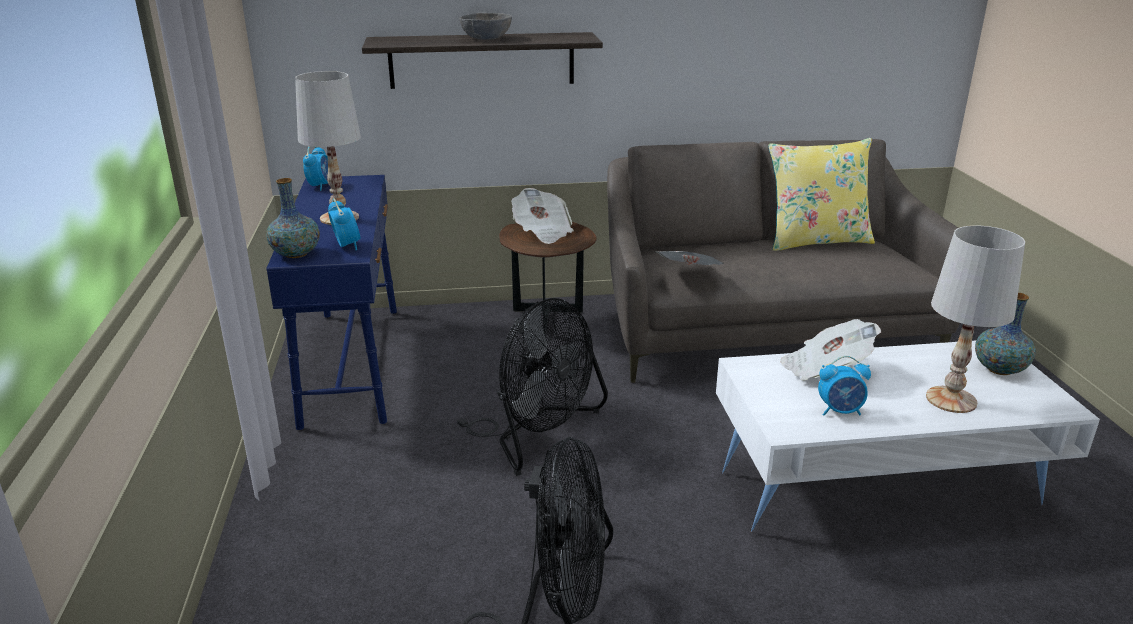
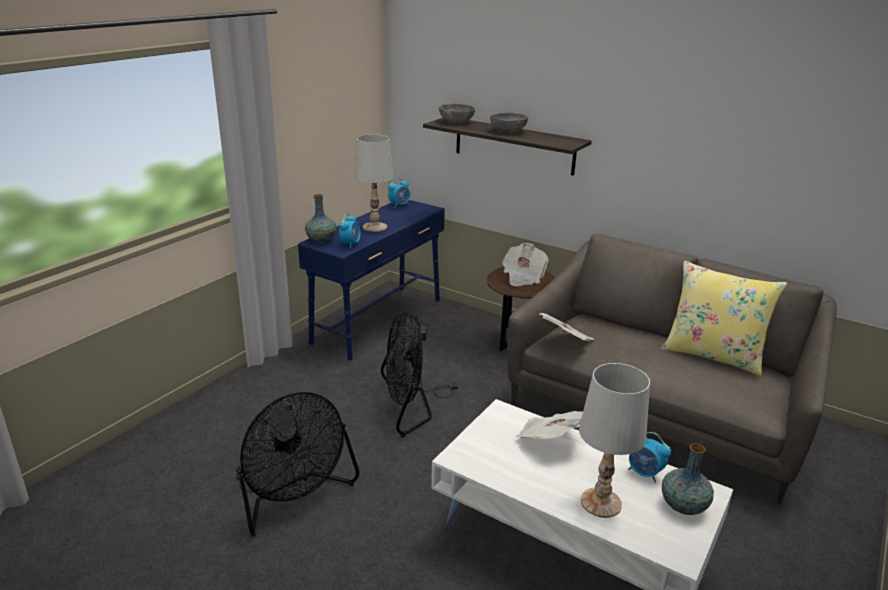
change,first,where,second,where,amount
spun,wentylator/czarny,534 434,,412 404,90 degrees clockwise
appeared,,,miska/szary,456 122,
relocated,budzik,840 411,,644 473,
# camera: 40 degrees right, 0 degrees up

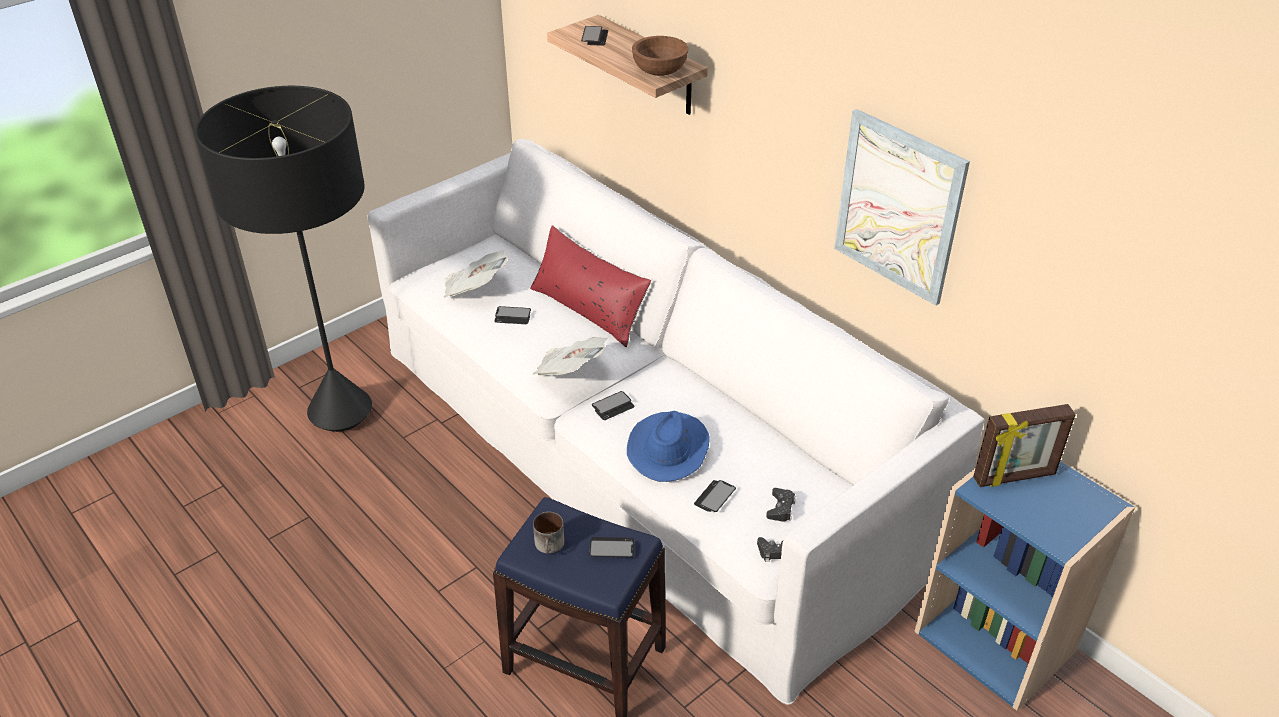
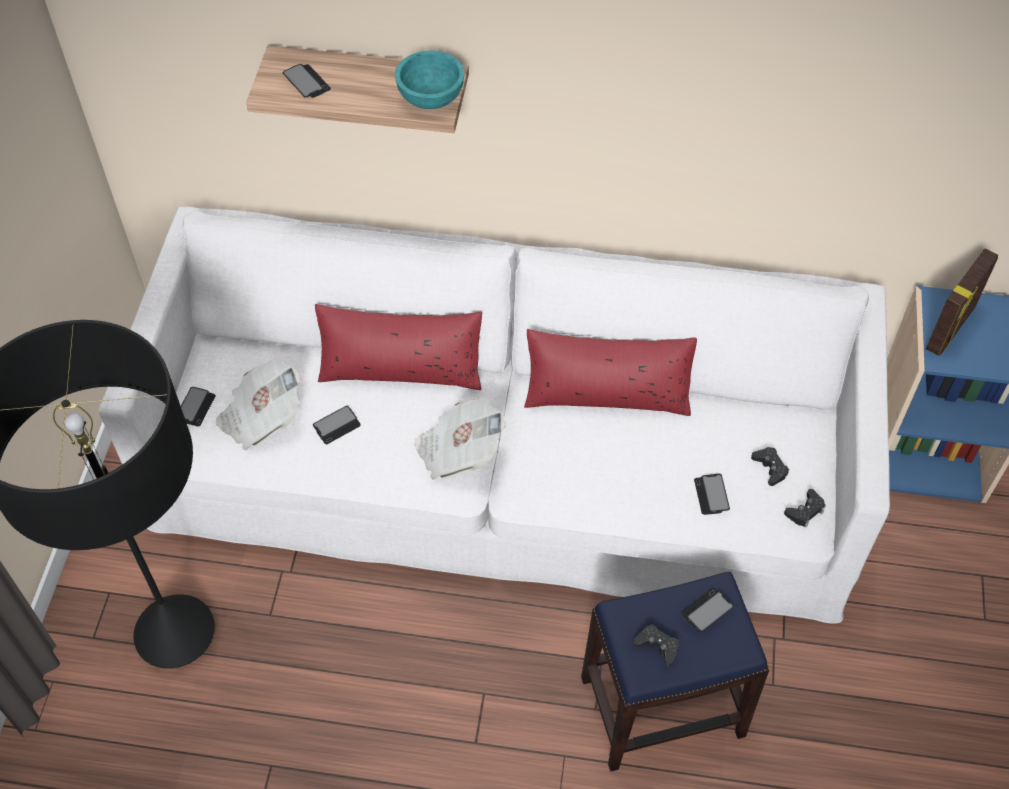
change,first,where,second,where,amount
relocated,telefon,613 406,,195 407,
colour,miska/brązowy,659 71,miska/turkusowy,430 98,
appeared,,,poduszka/czerwony,607 394,
exchanged,kubek,550 545,pad do gier/czarny,657 646,
missing,kapelusz/niebieski,668 448,,,
missing,obraz,898 207,,,
# camera: 40 degrees left, 15 degrees up

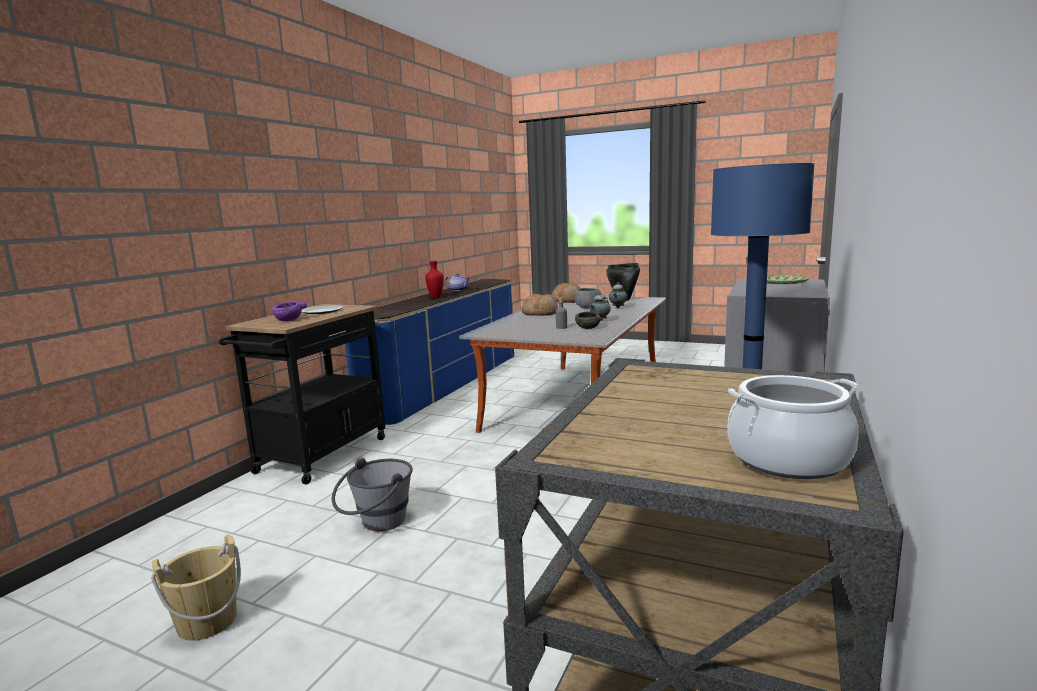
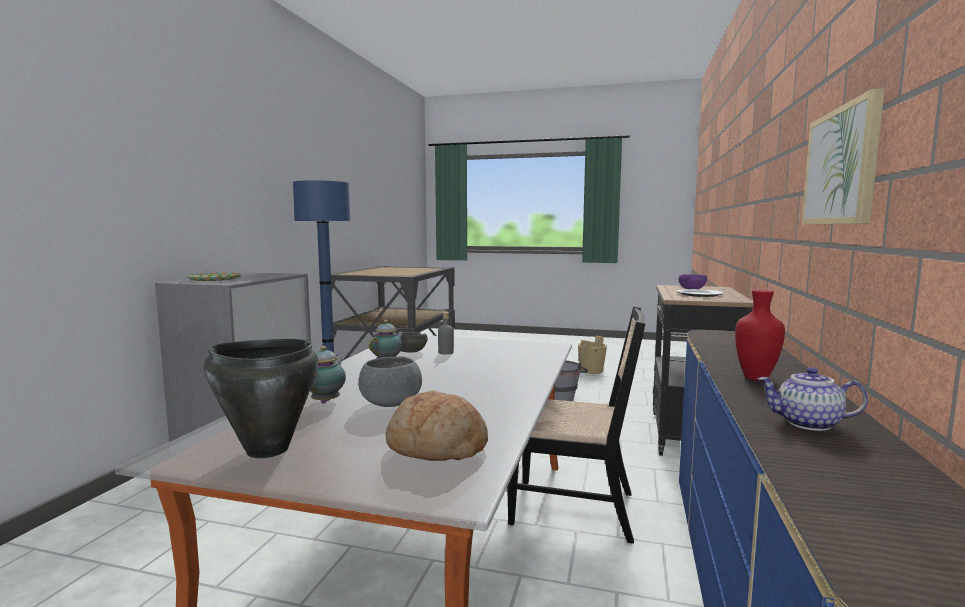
change,first,where,second,where,amount
appeared,,,krzesło,573 509,
appeared,,,obraz,841 167,
missing,chleb,540 313,,,
missing,garnek,787 459,,,
# camera: 170 degrees right, 5 degrees down

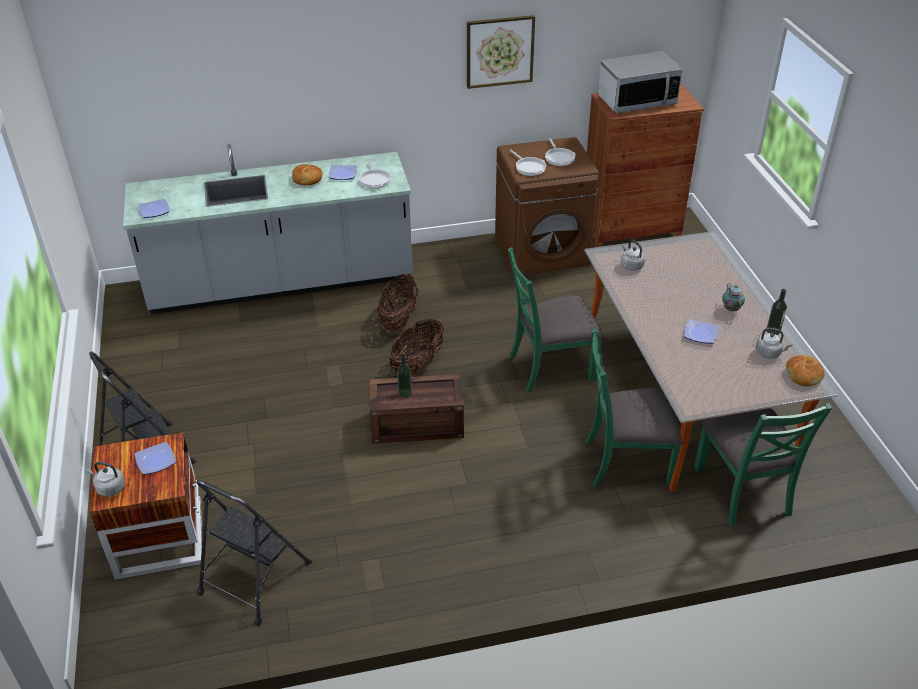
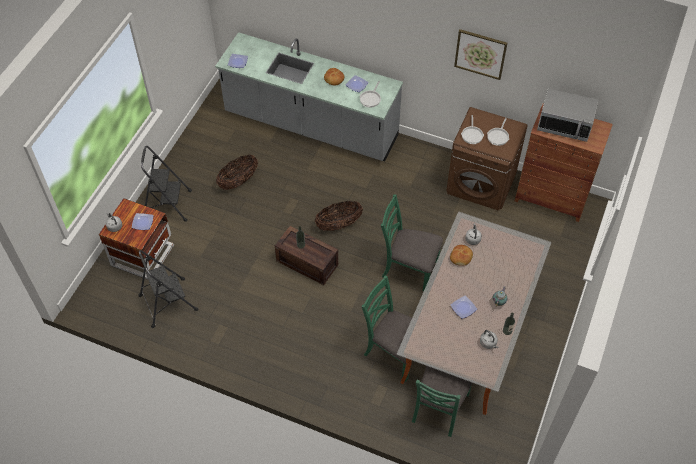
change,first,where,second,where,amount
relocated,koszyk,399 319,,238 181,
relocated,chleb,803 375,,461 257,
# camera: 35 degrees right, 15 degrees up

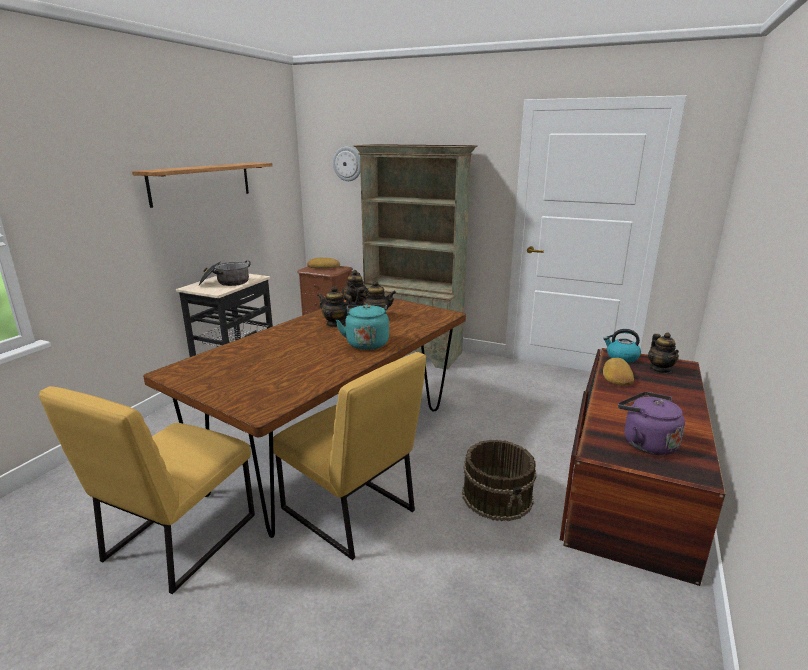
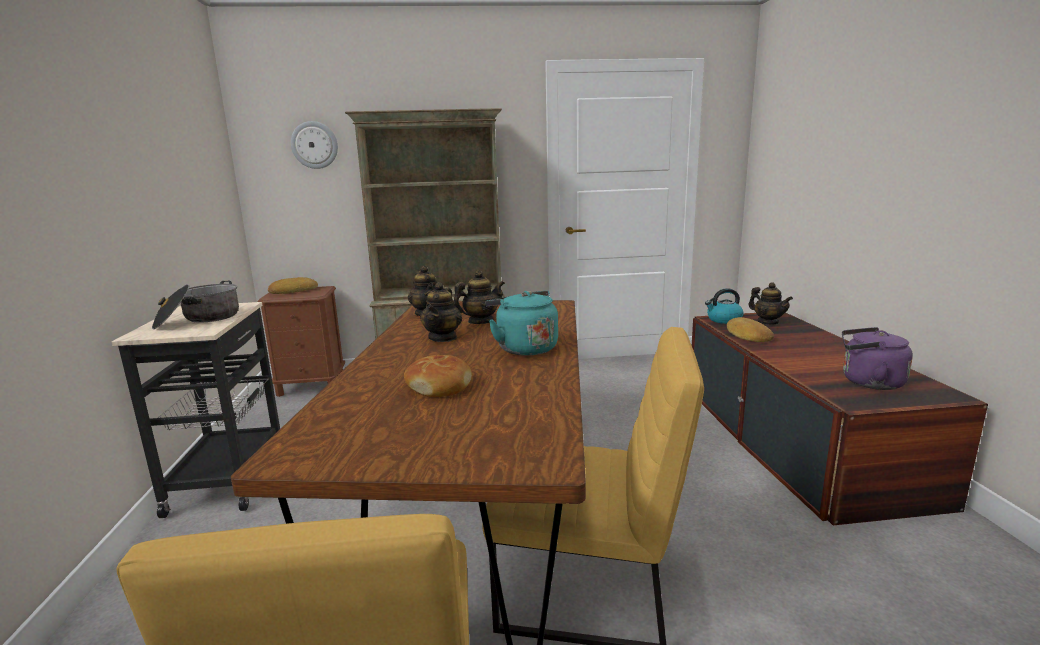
change,first,where,second,where,amount
appeared,,,chleb,439 386,
spun,imbryk,336 324,,443 338,75 degrees counterclockwise
missing,półka,202 183,,,
missing,wiadro/brązowy,498 496,,,
# camera: 30 degrees left, 5 degrees down

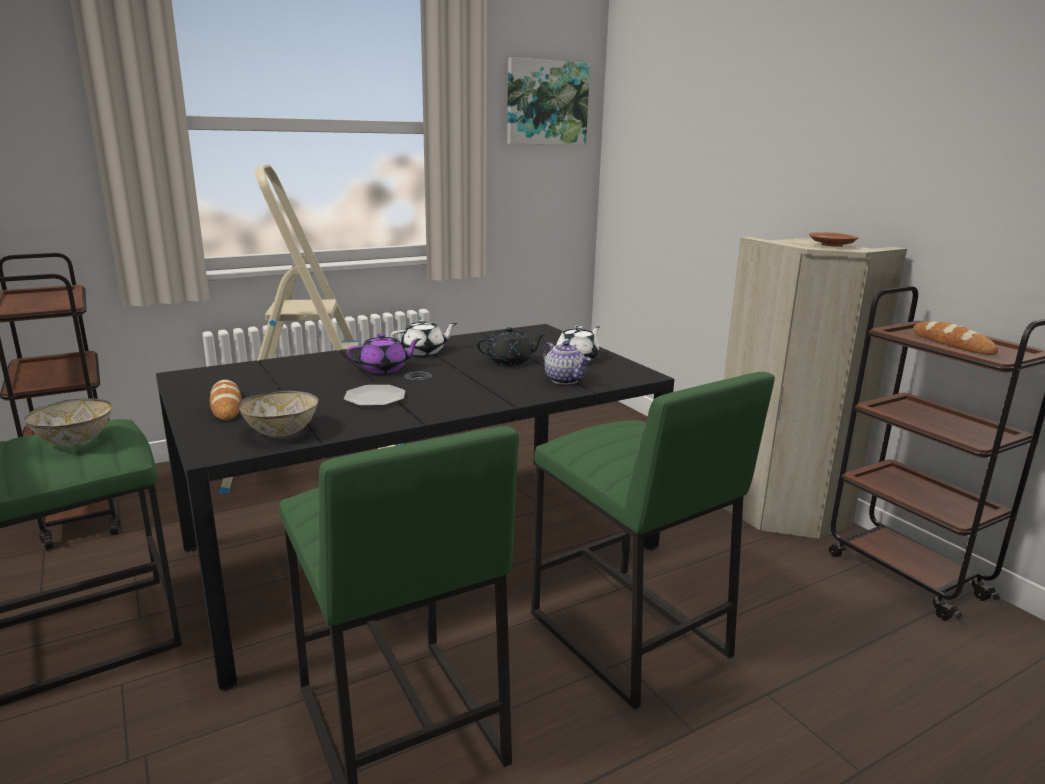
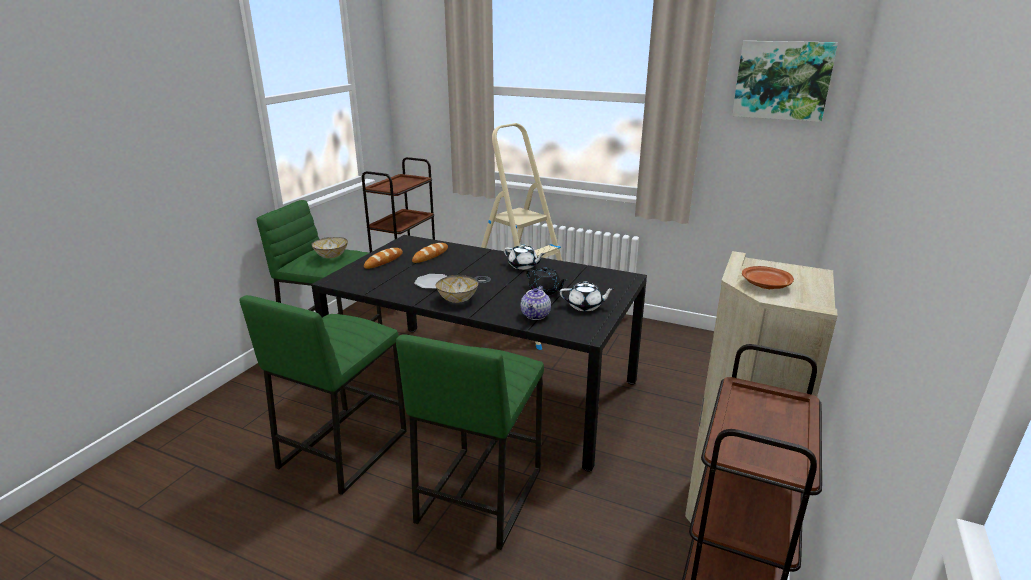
change,first,where,second,where,amount
relocated,chleb,952 343,,430 255,
relocated,miska,281 431,,458 299,
missing,imbryk/fioletowy,384 369,,,
# camera: 55 degrees right, 5 degrees up

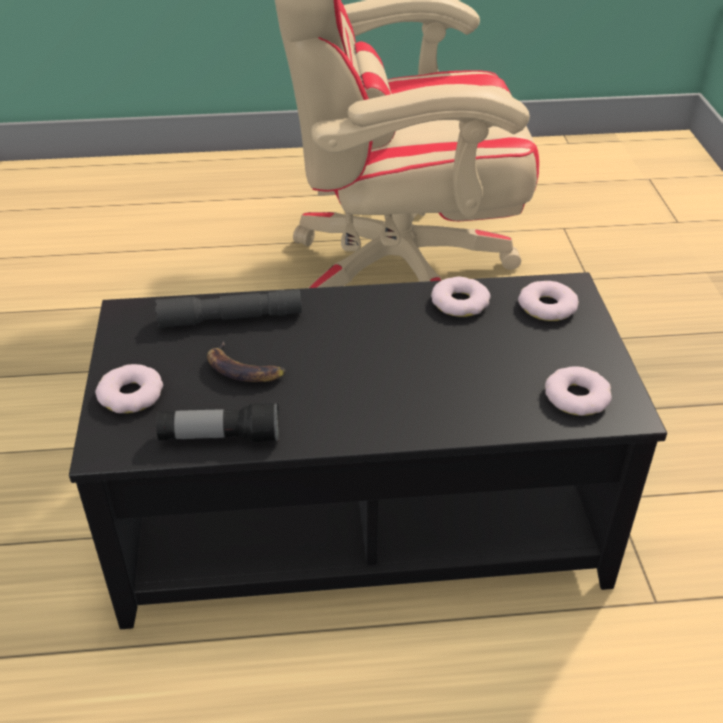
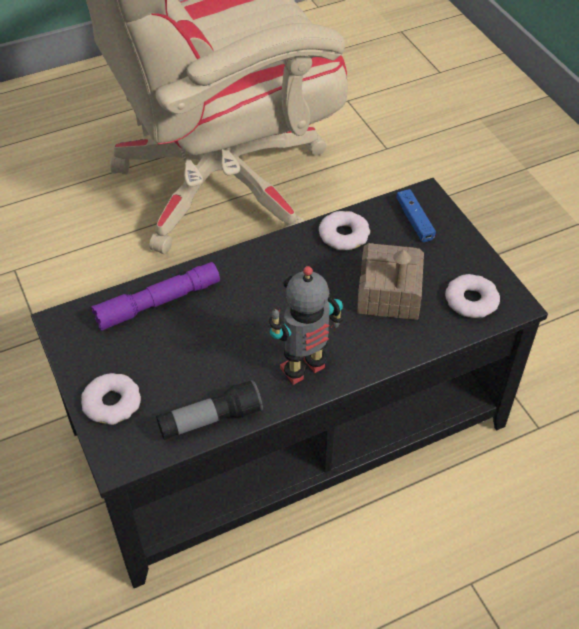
change,first,where,second,where,amount
colour,latarka/szary,230 318,latarka/fioletowy,158 303,
appeared,,,robot zabawkowy,304 370,
appeared,,,domek,389 294,
exchanged,donut,547 306,pad do gier/niebieski,414 220,
missing,banan,243 369,,,
# camera: 20 degrees left, 10 degrees up

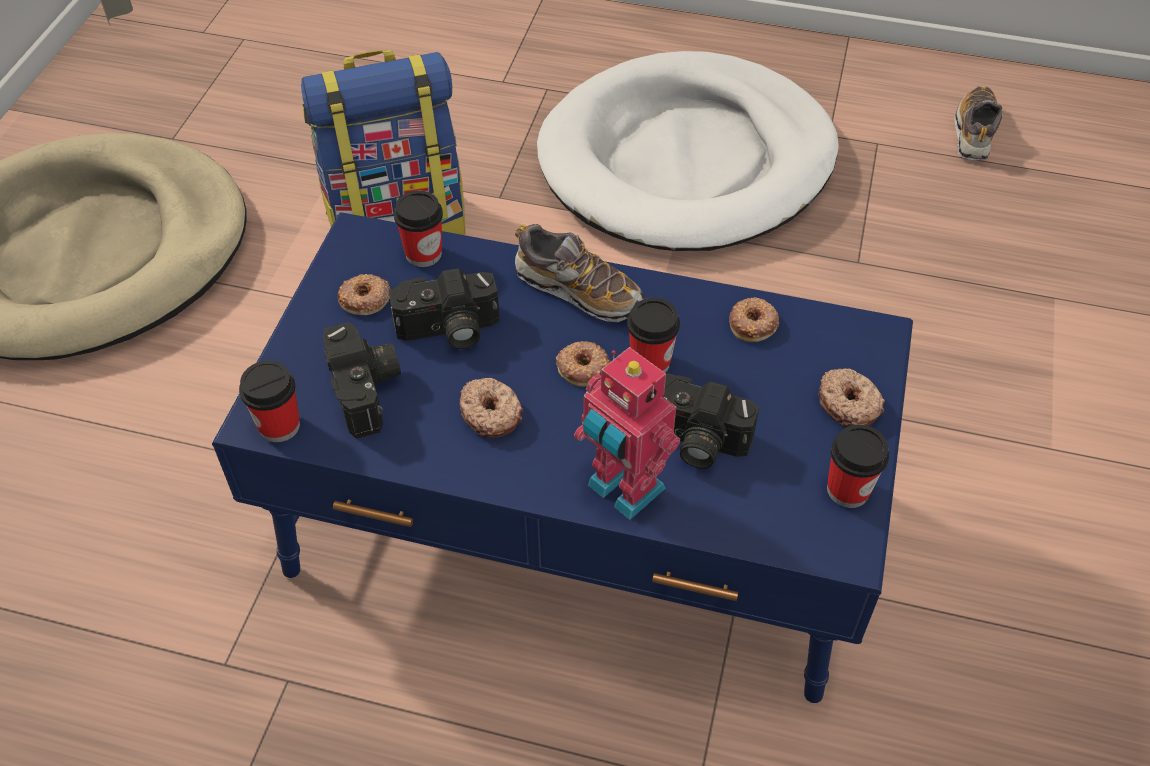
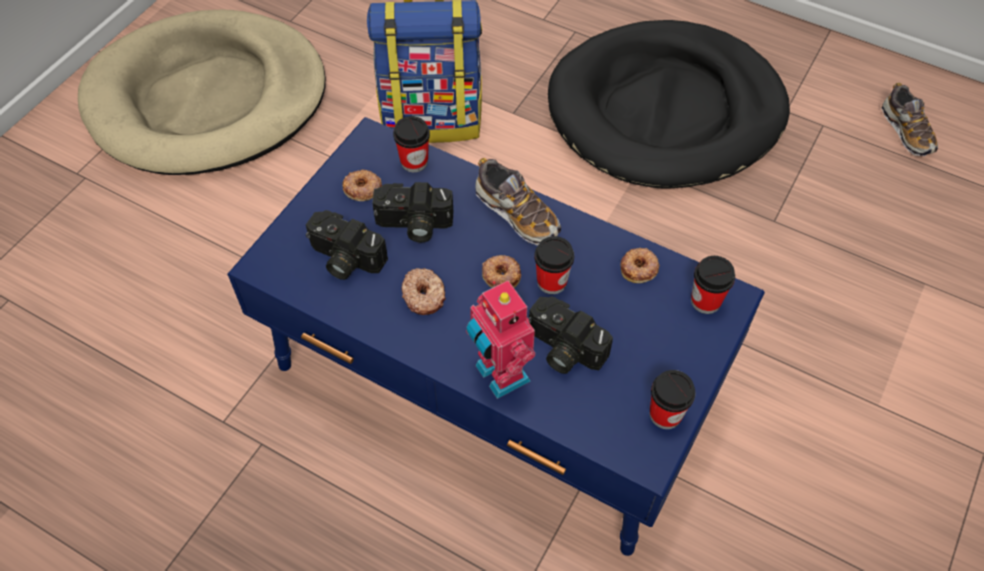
change,first,where,second,where,amount
spun,aparat fotograficzny,368 391,,344 259,120 degrees clockwise
colour,legowisko/biały,687 161,legowisko/czarny,665 111,
relocated,filiżanka,279 426,,705 301,
spun,but,974 133,,906 131,135 degrees clockwise
missing,donut,849 404,,,
# camera: 15 degrees right, 5 degrees up

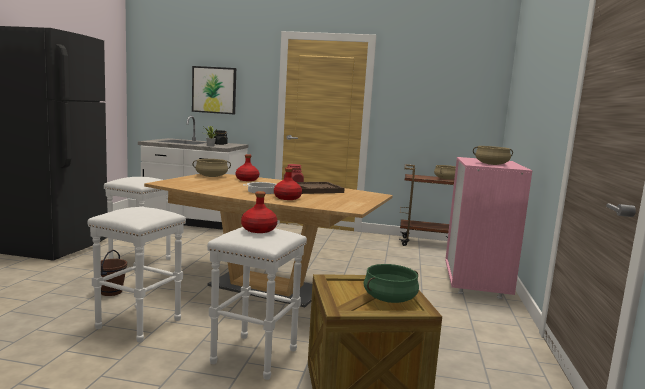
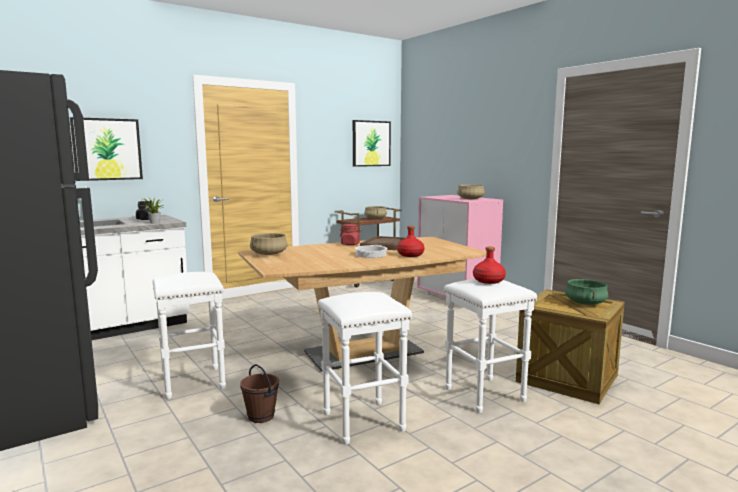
change,first,where,second,where,amount
appeared,,,obraz,371 143,
missing,butelka/czerwony,247 179,,,
# camera: 45 degrees left, 0 degrees up

